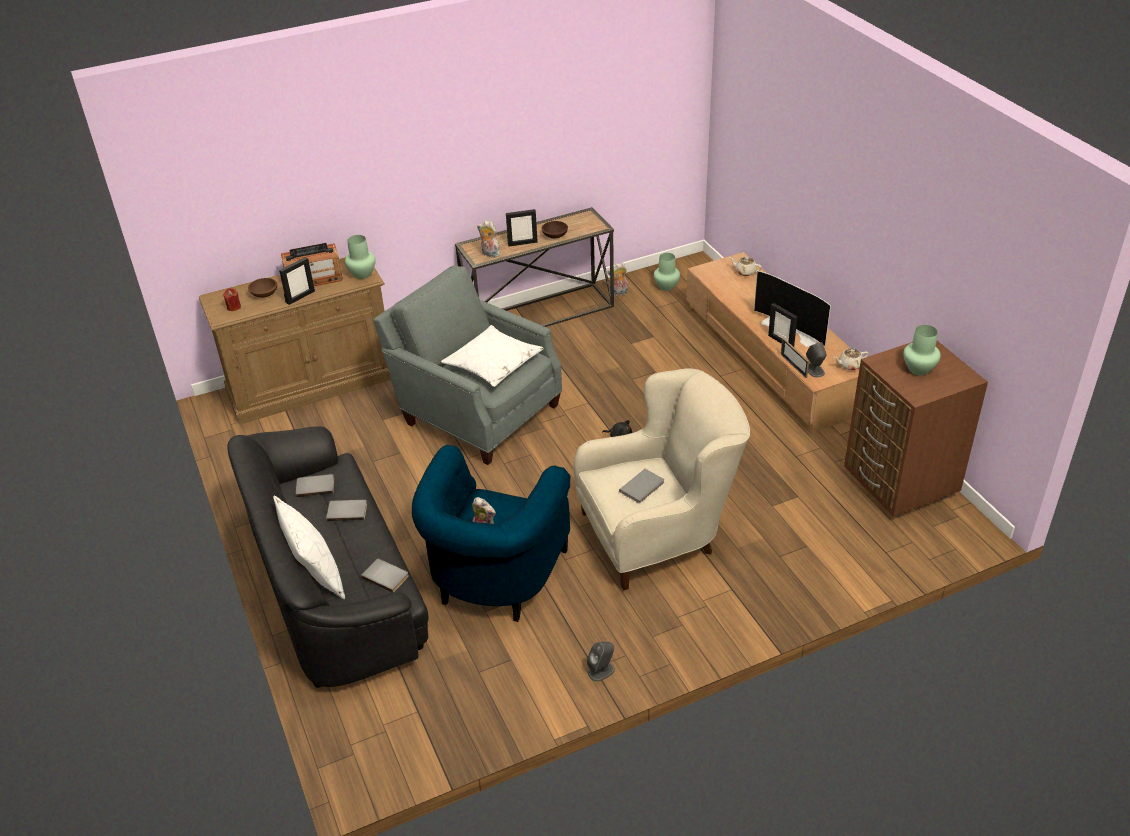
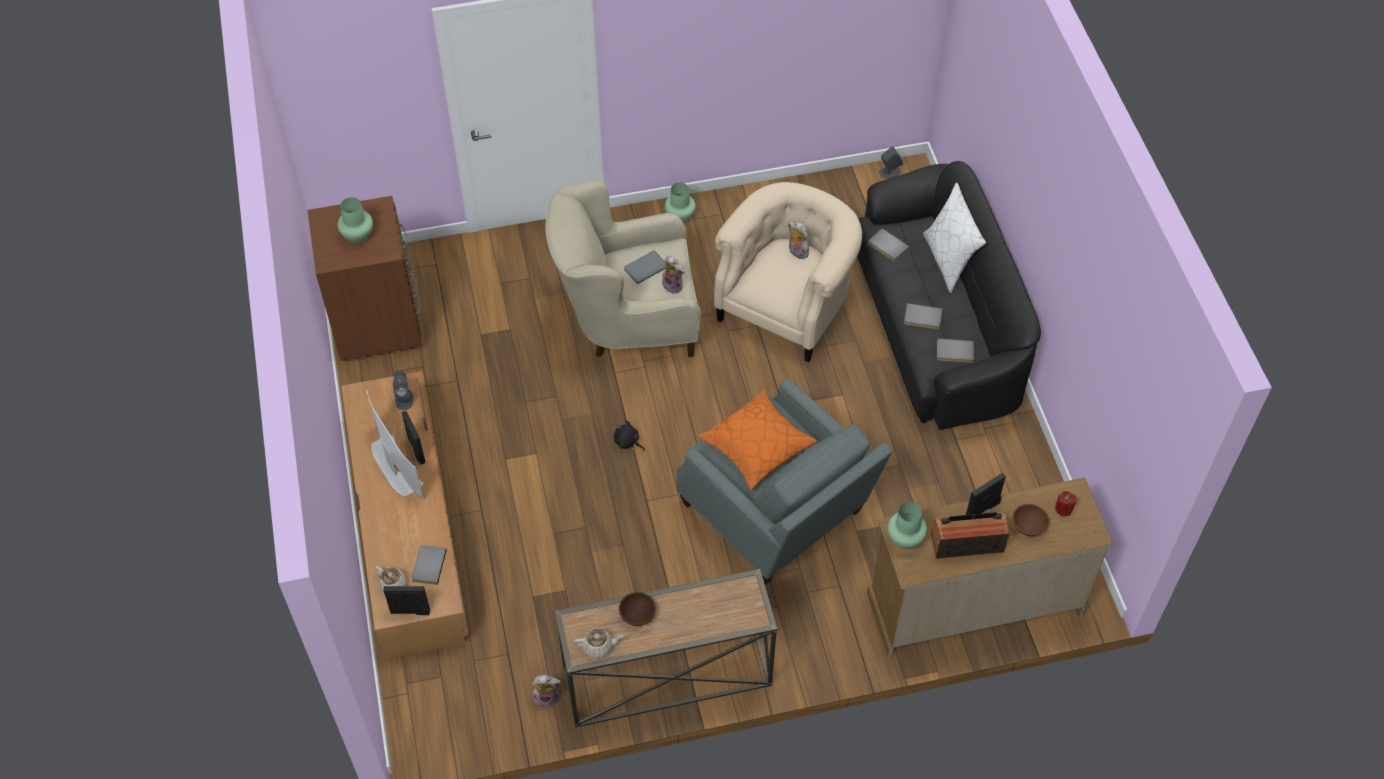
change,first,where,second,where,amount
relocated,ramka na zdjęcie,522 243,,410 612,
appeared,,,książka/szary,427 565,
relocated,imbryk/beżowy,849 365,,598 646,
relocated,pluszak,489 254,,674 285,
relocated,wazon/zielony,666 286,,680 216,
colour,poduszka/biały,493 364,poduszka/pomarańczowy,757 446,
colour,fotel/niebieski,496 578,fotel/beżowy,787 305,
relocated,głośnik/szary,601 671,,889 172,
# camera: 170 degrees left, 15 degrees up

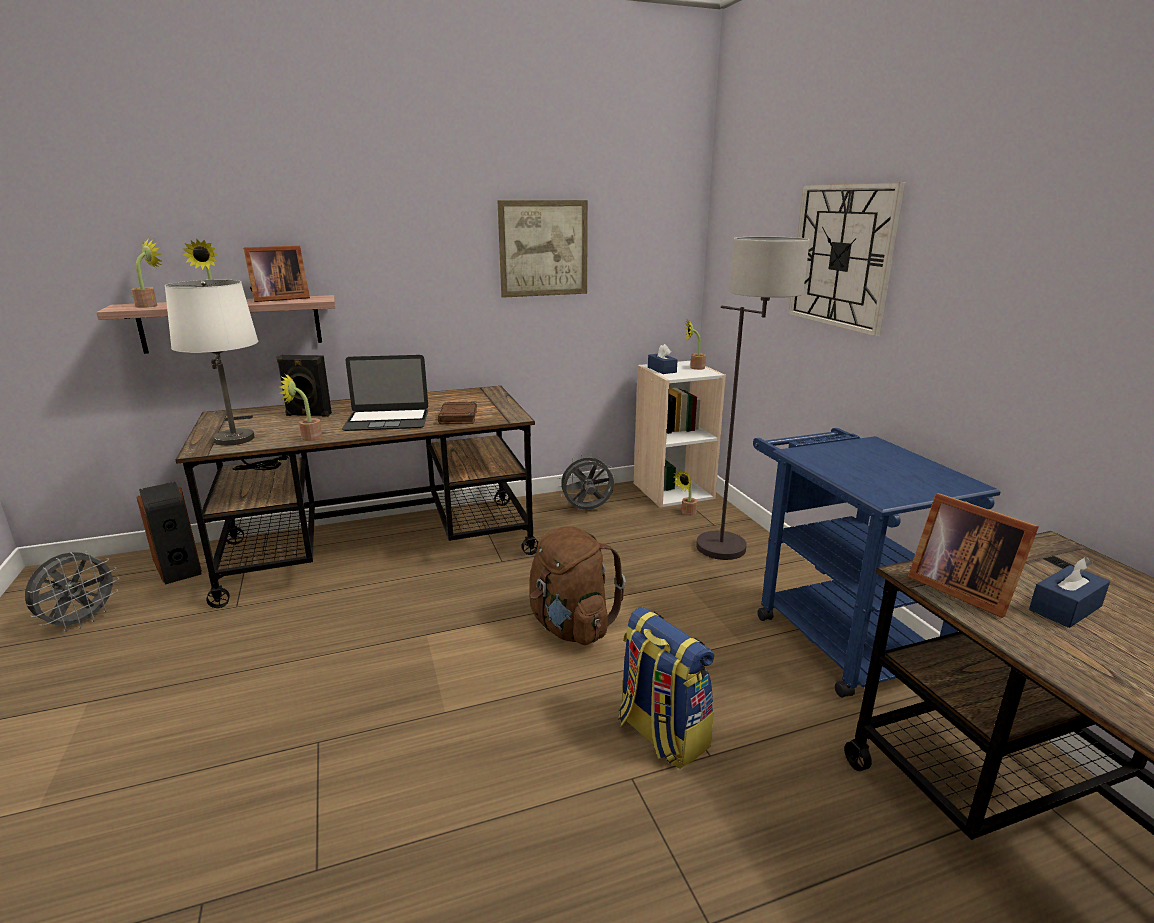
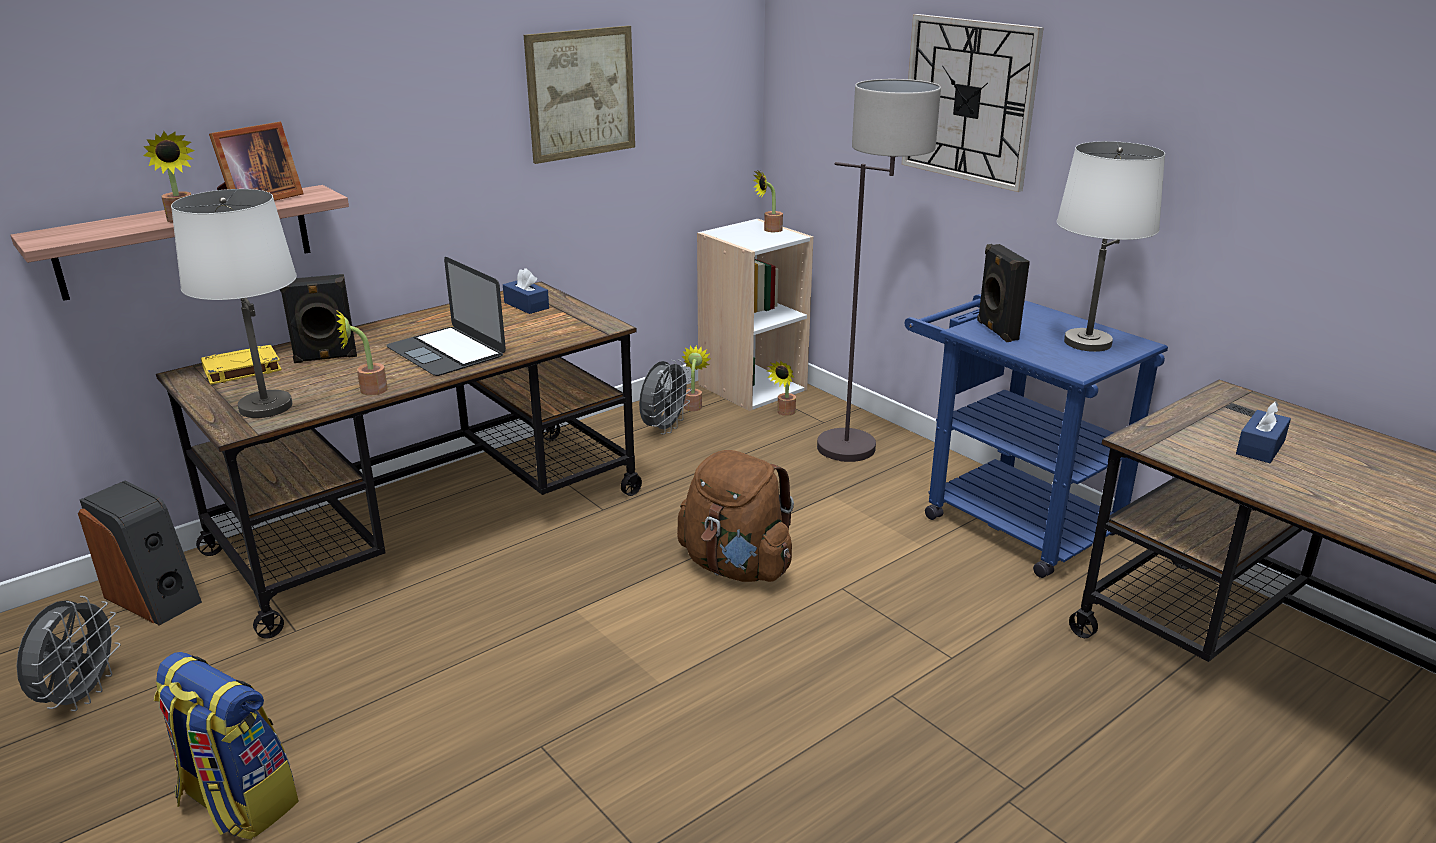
change,first,where,second,where,amount
relocated,plecak,661 734,,236 802,
appeared,,,książka/żółty,241 370,
spun,laptop,387 420,,446 351,75 degrees clockwise
relocated,pudełko chusteczek/niebieski,662 370,,526 305,
spun,wentylator/szary,587 510,,664 428,150 degrees clockwise
relocated,roślina doniczkowa,151 305,,694 405,
appeared,,,głośnik/czarny,996 331,
appeared,,,lampa stołowa/biały,1088 343,
missing,książka/brązowy,458 417,,,
missing,ramka na zdjęcie,959 588,,,
# camera: 20 degrees left, 5 degrees up

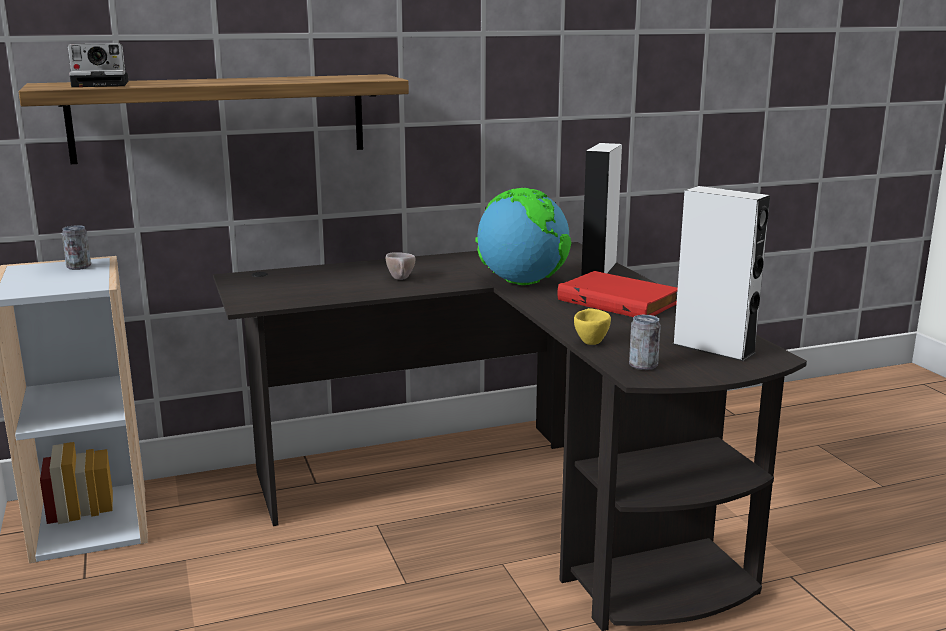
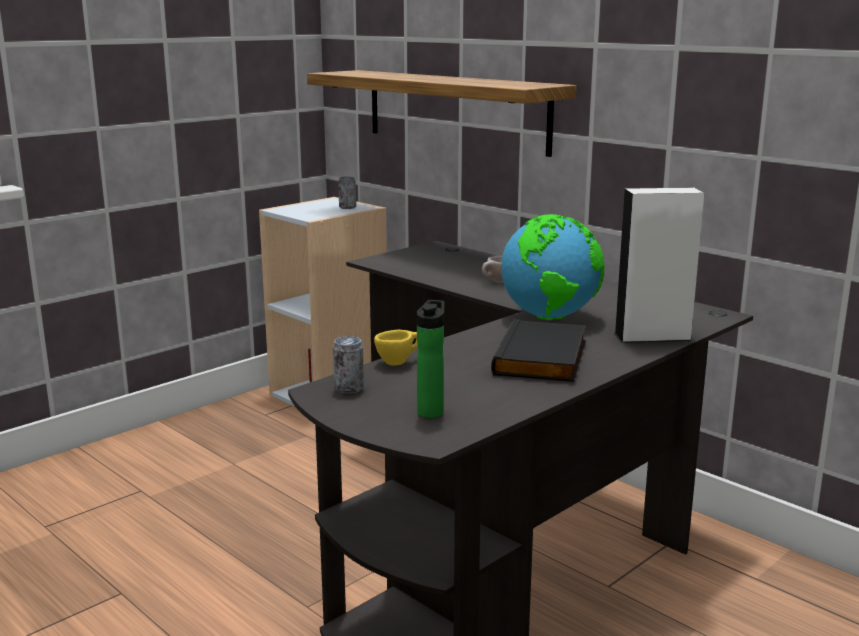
change,first,where,second,where,amount
exchanged,głośnik/biały,713 348,butelka,431 411,
colour,książka/czerwony,620 301,książka/czarny,543 358,
missing,aparat fotograficzny,104 84,,,
# camera: 65 degrees right, 0 degrees up

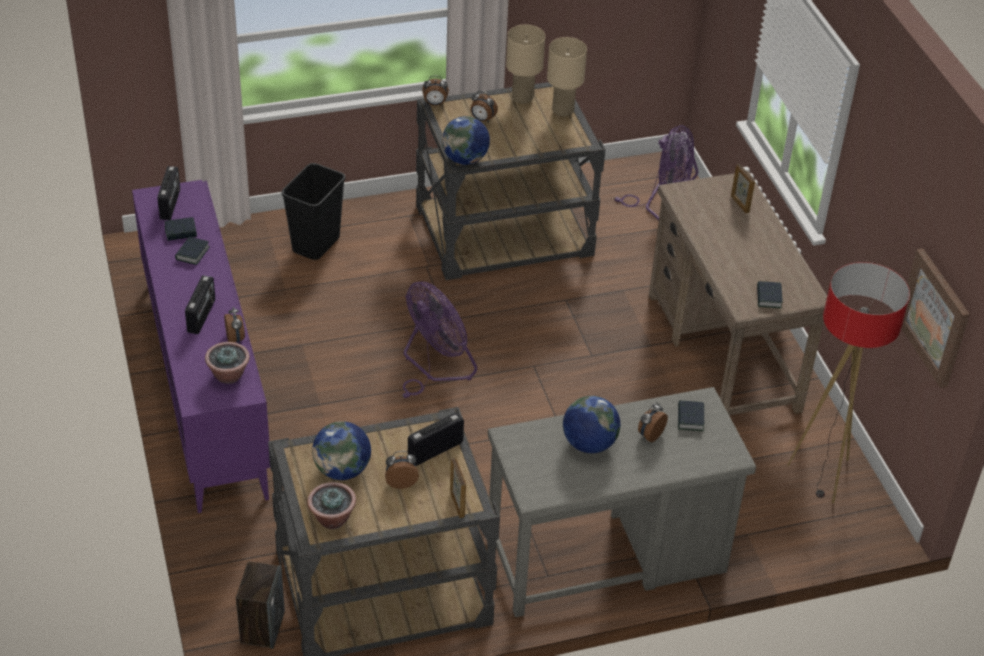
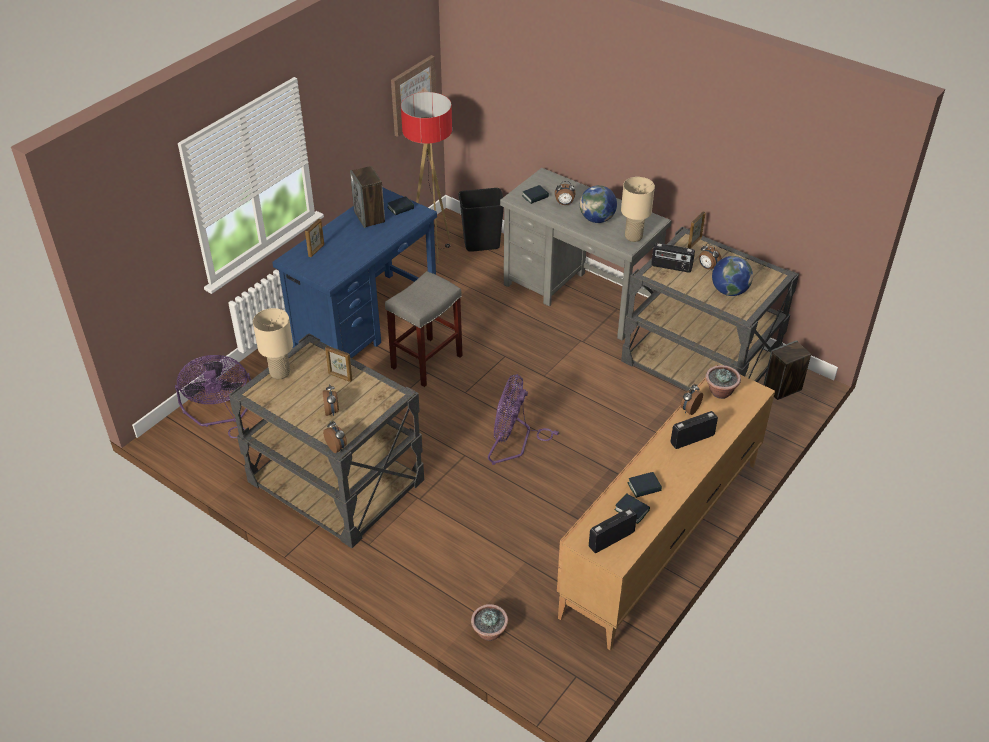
change,first,where,second,where,amount
colour,biurko/brązowy,724 352,biurko/niebieski,365 321,
appeared,,,ramka na zdjęcie,340 377,
appeared,,,głośnik,369 217,
appeared,,,stołek/szary,426 362,
relocated,kosz na śmieci/czarny,315 244,,481 245,
relocated,roślina doniczkowa,332 519,,489 633,
colour,szafka/fioletowy,203 385,szafka/brązowy,662 538,
relocated,lampa stołowa/beżowy,522 99,,633 238,
missing,globus,465 159,,,
# camera: 125 degrees left, 0 degrees up

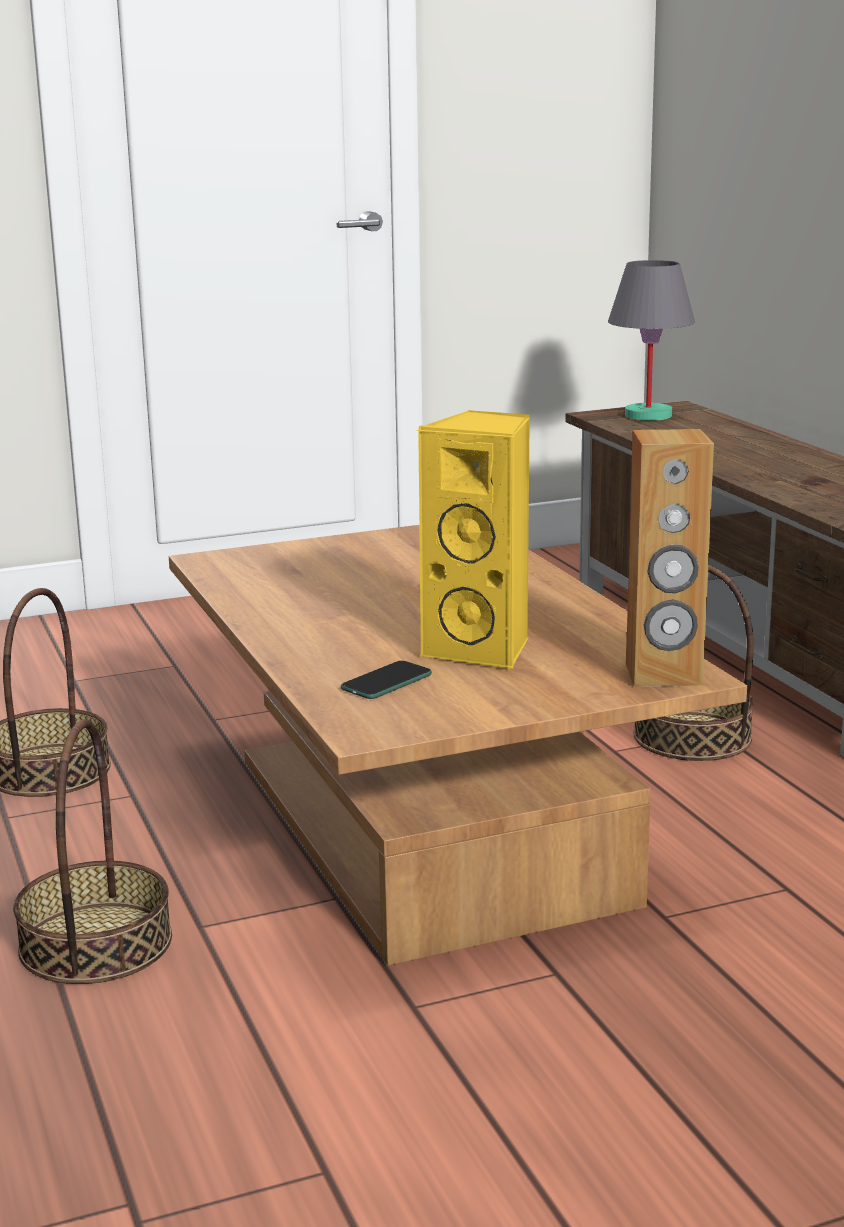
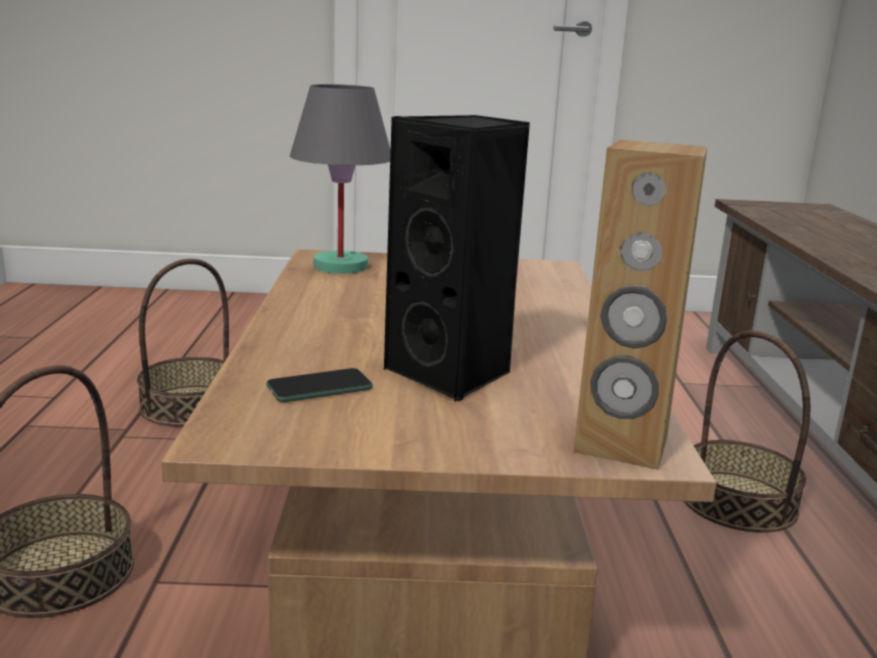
change,first,where,second,where,amount
relocated,lampa stołowa/szary,647 415,,341 266,
colour,głośnik/żółty,483 649,głośnik/czarny,453 374,
# camera: 20 degrees right, 0 degrees up

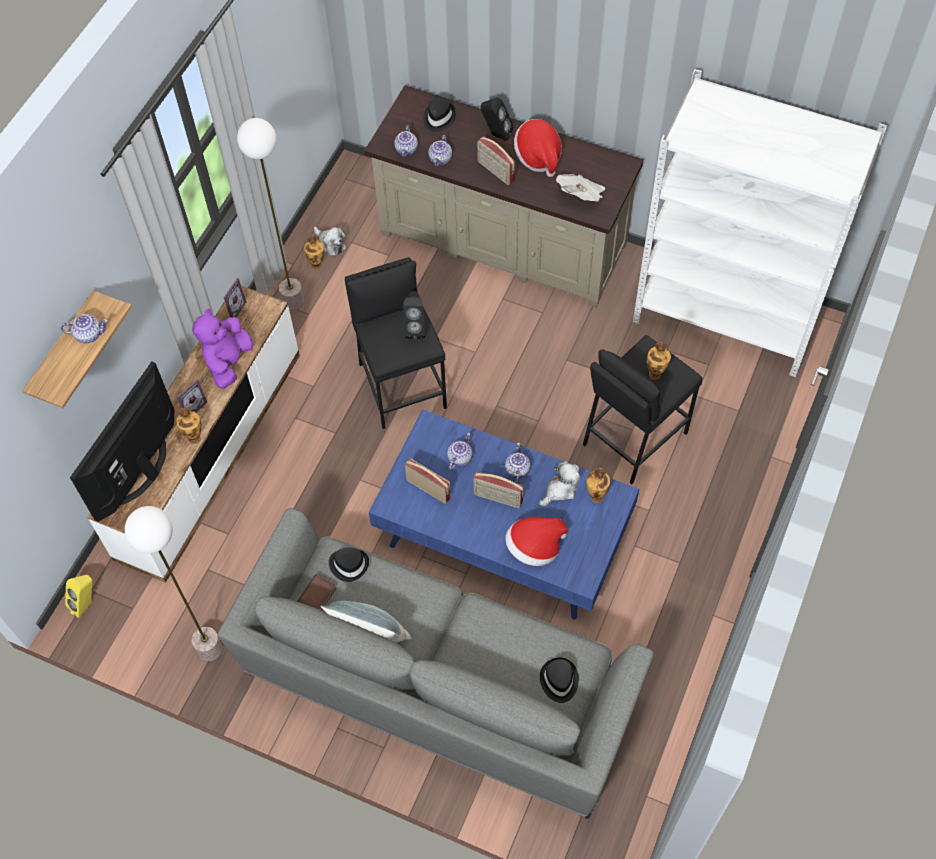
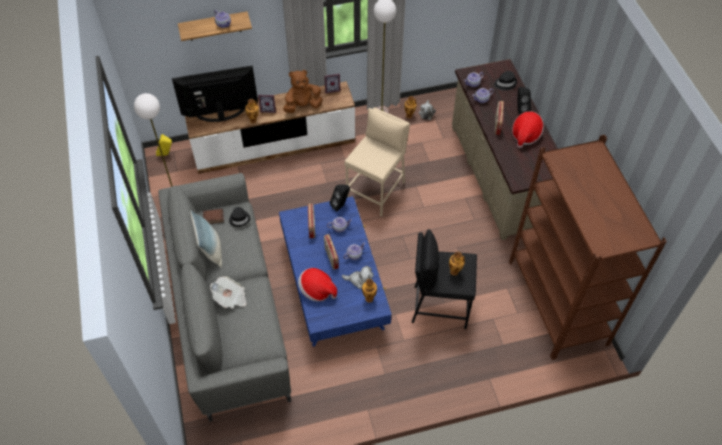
change,first,where,second,where,amount
relocated,gazeta,581 196,,230 298,
colour,pluszak/fioletowy,228 362,pluszak/brązowy,302 106,
relocated,głośnik/czarny,415 328,,341 205,
colour,stołek/czarny,402 385,stołek/beżowy,376 190,
colour,regał/biały,727 315,regał/brązowy,557 302,
missing,kapelusz/czarny,559 681,,,
# camera: 50 degrees right, 5 degrees down

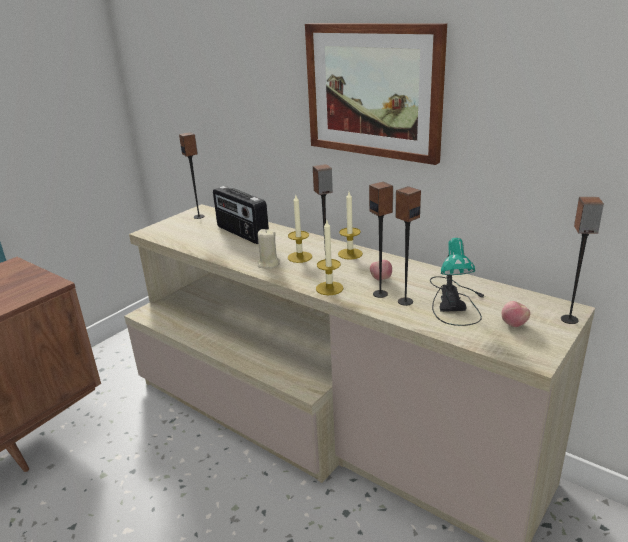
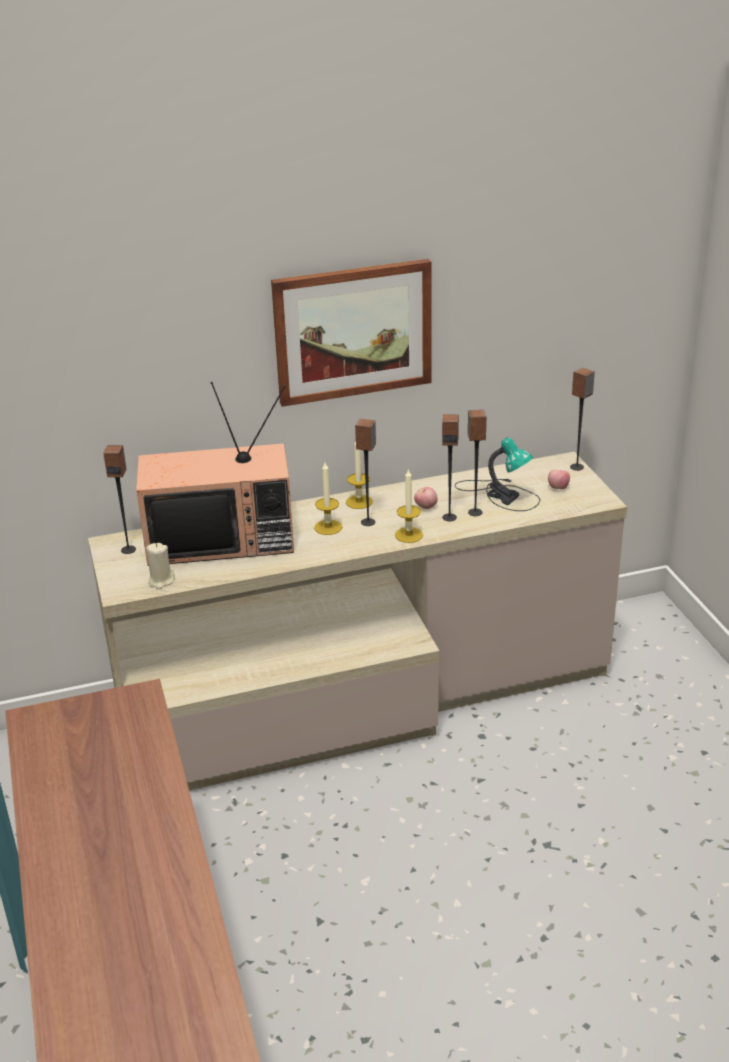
change,first,where,second,where,amount
exchanged,radio,242 233,telewizor,222 539,
relocated,świeca/beżowy,268 264,,161 581,
# camera: 55 degrees left, 5 degrees up

